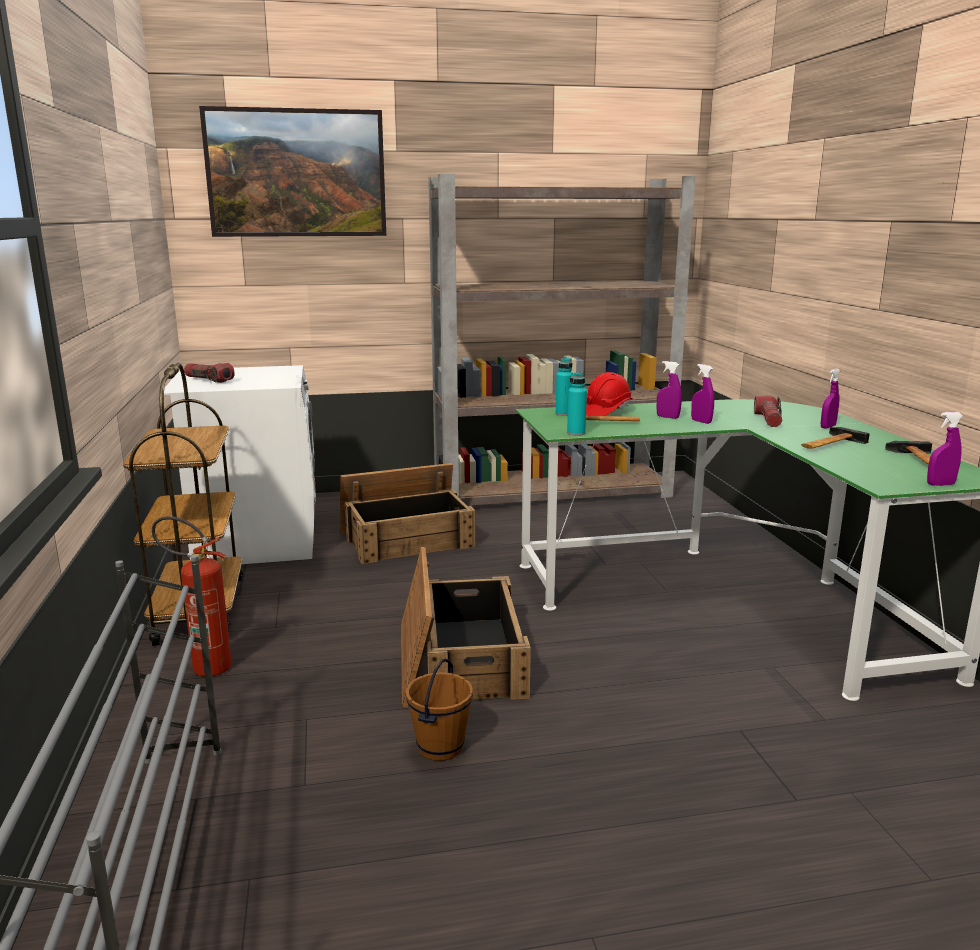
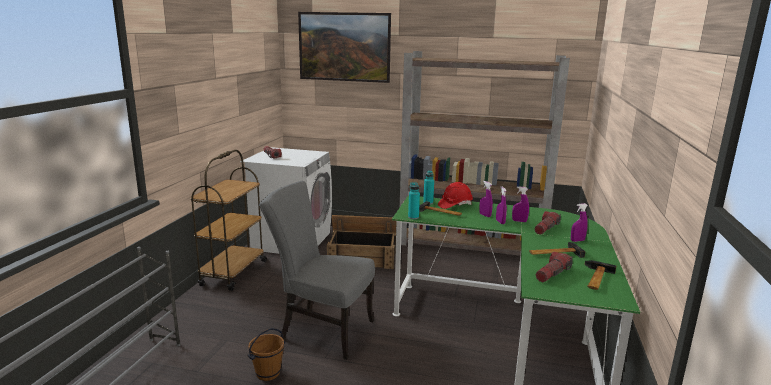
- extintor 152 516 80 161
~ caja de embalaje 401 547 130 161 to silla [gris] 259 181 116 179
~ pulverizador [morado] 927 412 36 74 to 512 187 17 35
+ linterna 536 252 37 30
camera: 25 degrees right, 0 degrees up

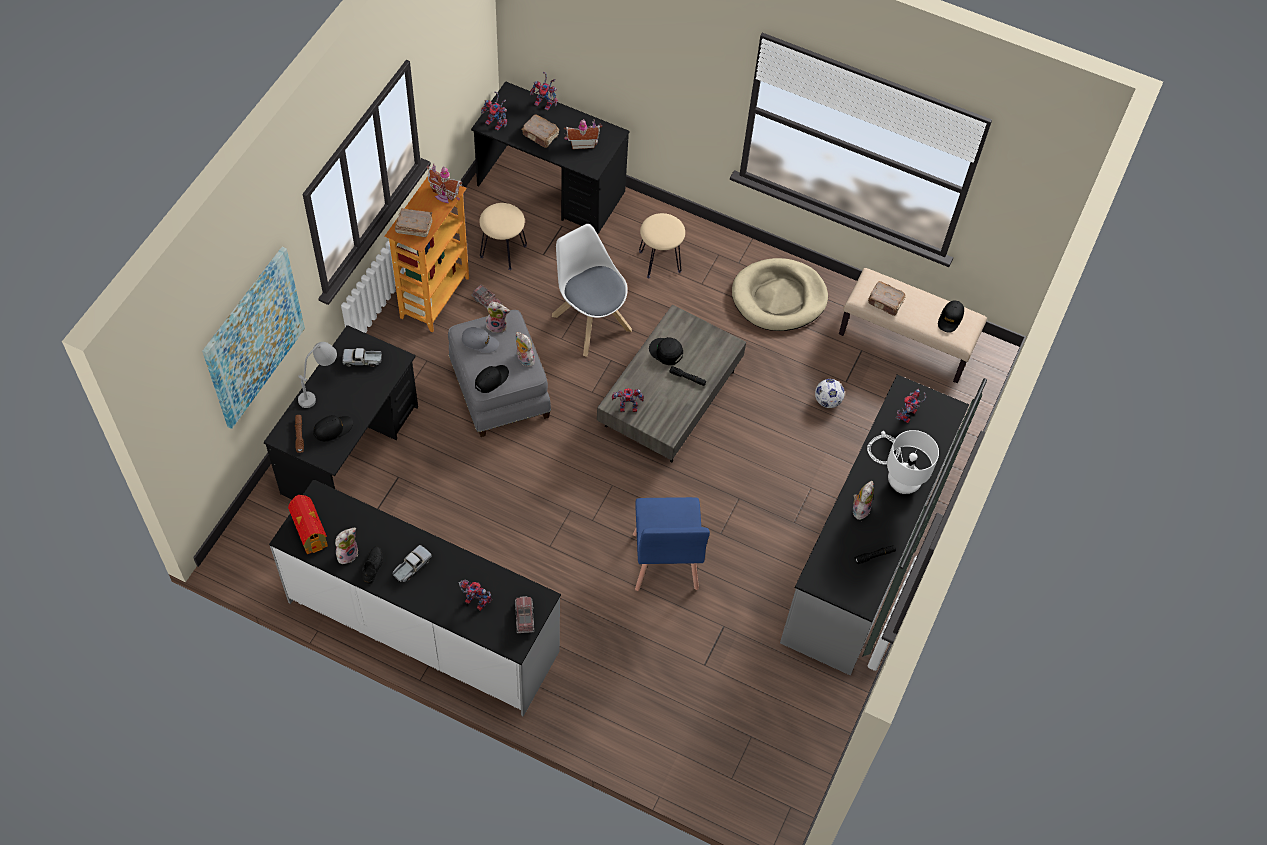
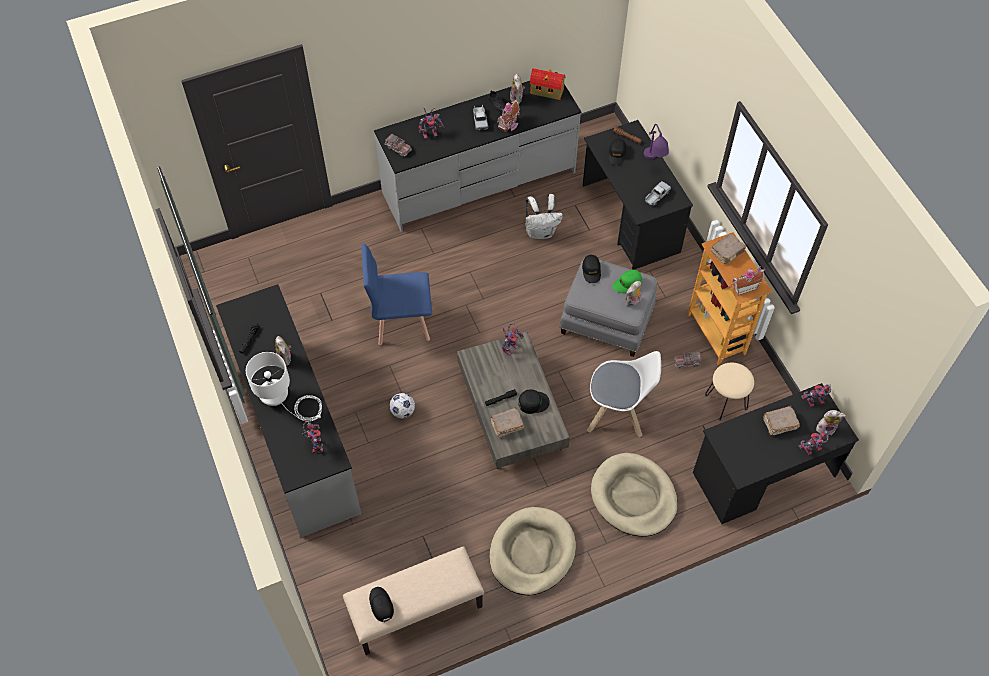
- cuadro 202 247 103 182
~ lámpara de mesa [gris] 298 342 39 66 to lámpara de mesa [morado] 644 124 25 35
~ gorra [gris] 462 327 37 26 to gorra [verde] 612 270 30 23
~ peluche 516 332 20 35 to 816 410 30 26
~ casita 564 119 38 30 to 497 99 23 33
~ silla [azul] 633 497 77 94 = 361 244 71 101 45 degrees counterclockwise
~ taburete [beis] 639 213 46 65 to cama para perro [beis] 591 453 87 84
~ balón de fútbol 815 379 30 29 to 389 393 26 25
~ libro [marrón] 868 281 38 35 to 490 407 34 30
+ mochila [blanco] 526 194 37 46
camera: 135 degrees right, 0 degrees up

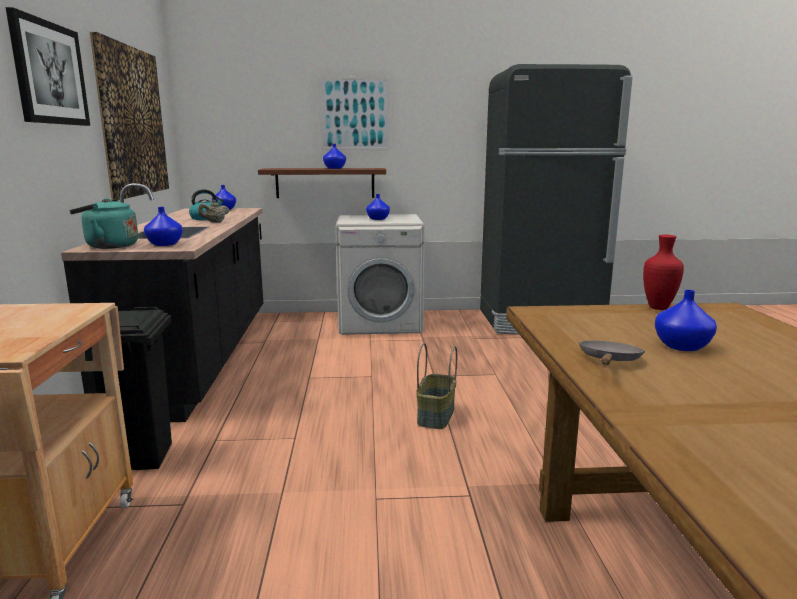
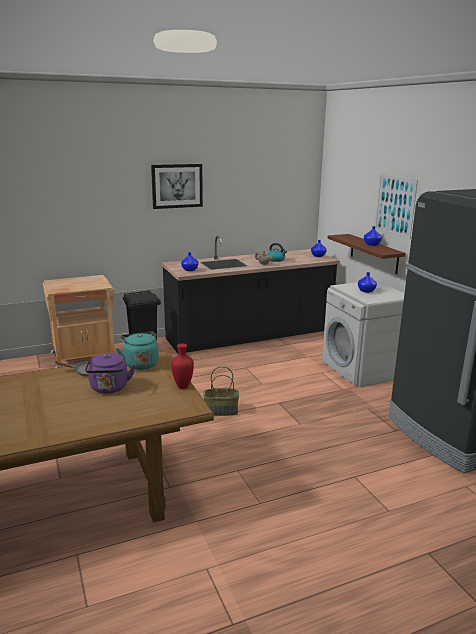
~ hervidor [turquesa] 69 198 69 51 to 116 331 43 39
- cuadro 90 32 79 168
~ florero [azul] 655 290 62 61 to hervidor [morado] 85 353 50 41
camera: 70 degrees right, 5 degrees up

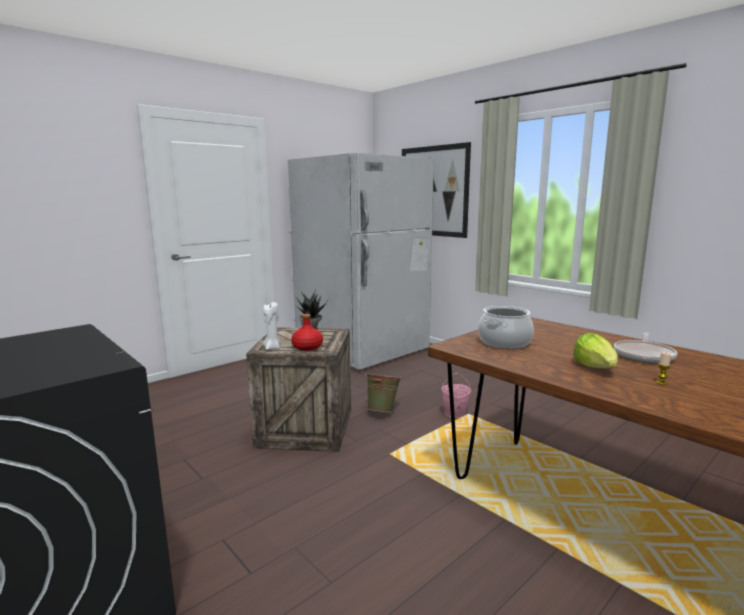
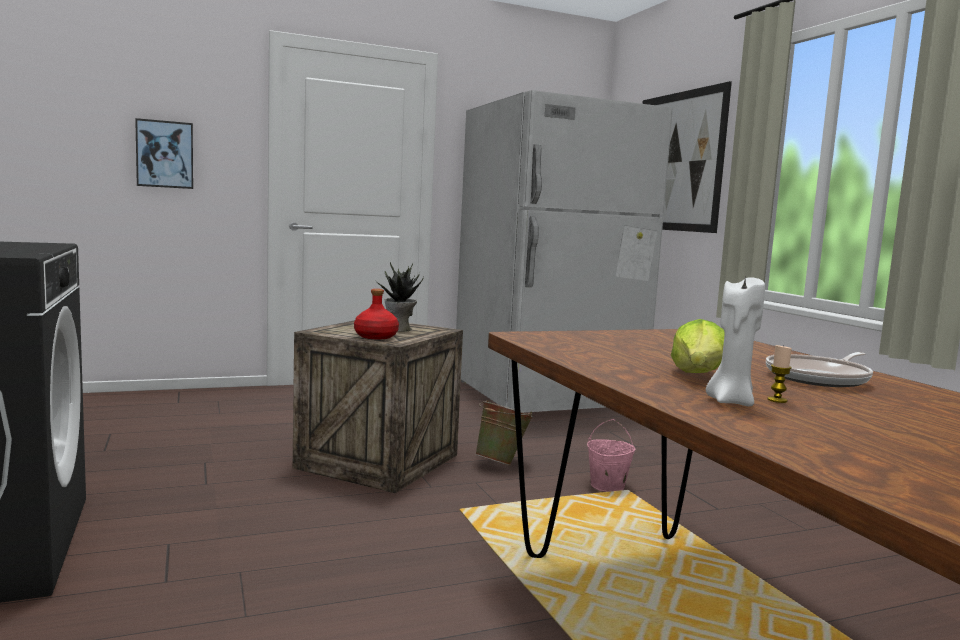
~ vela [blanco] 263 302 18 48 to 706 275 59 131
- olla 478 306 56 43
+ cuadro 135 118 58 71
camera: 20 degrees right, 5 degrees down

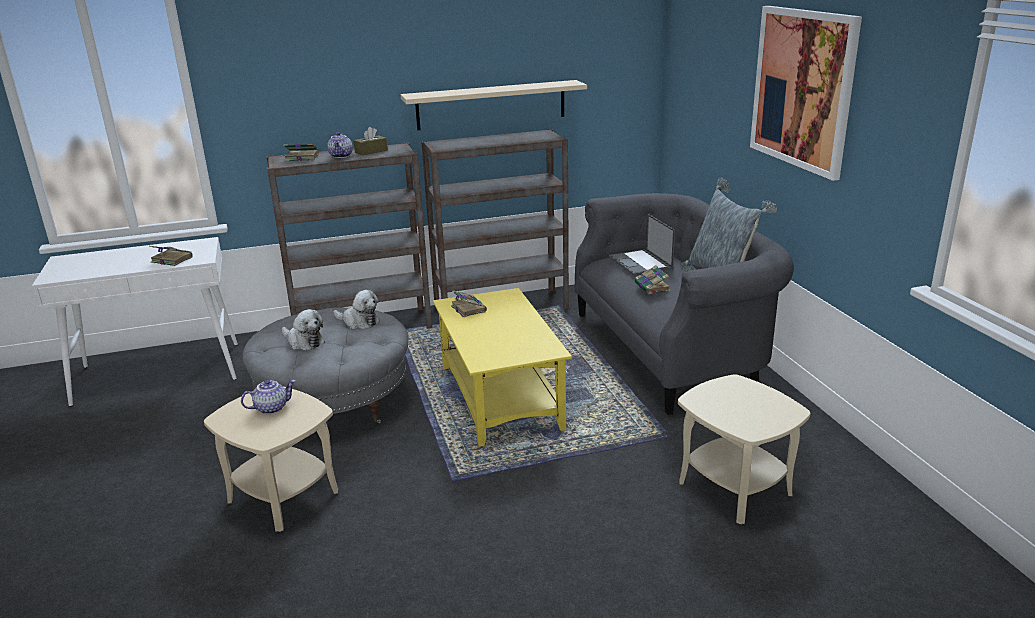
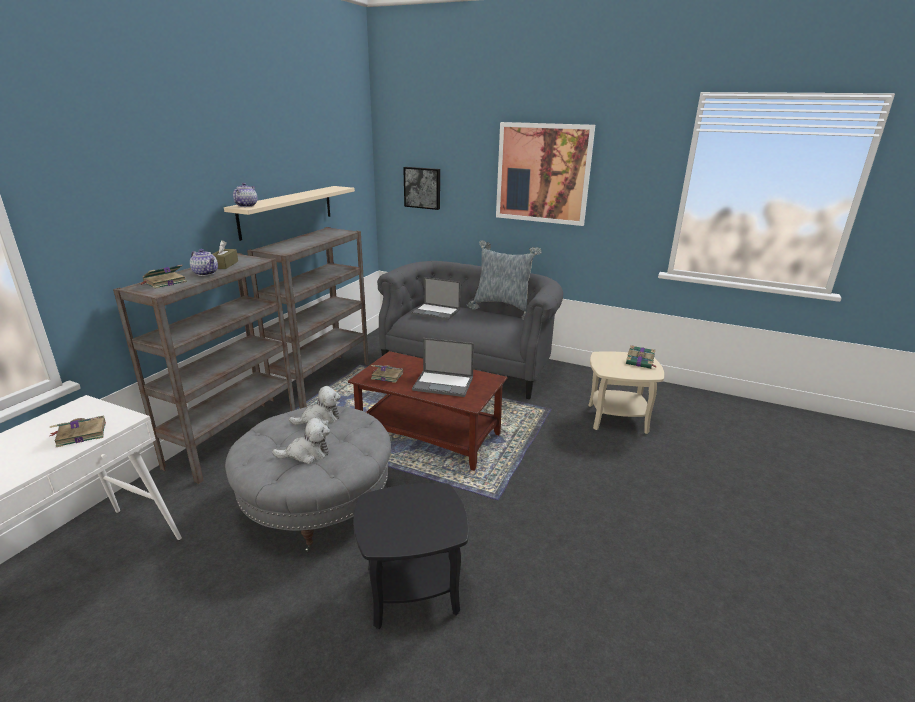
~ mesa auxiliar [beis] 204 387 134 145 to mesa auxiliar [negro] 353 483 116 146
~ tetera 241 380 54 34 to 233 183 25 24
~ mesa de centro [amarillo] 433 288 139 159 to mesa de centro [marrón] 348 351 159 119
~ libro 635 265 35 29 to 626 345 31 24
+ cuadro 403 167 37 43
+ portátil 412 338 62 59
camera: 50 degrees left, 0 degrees up

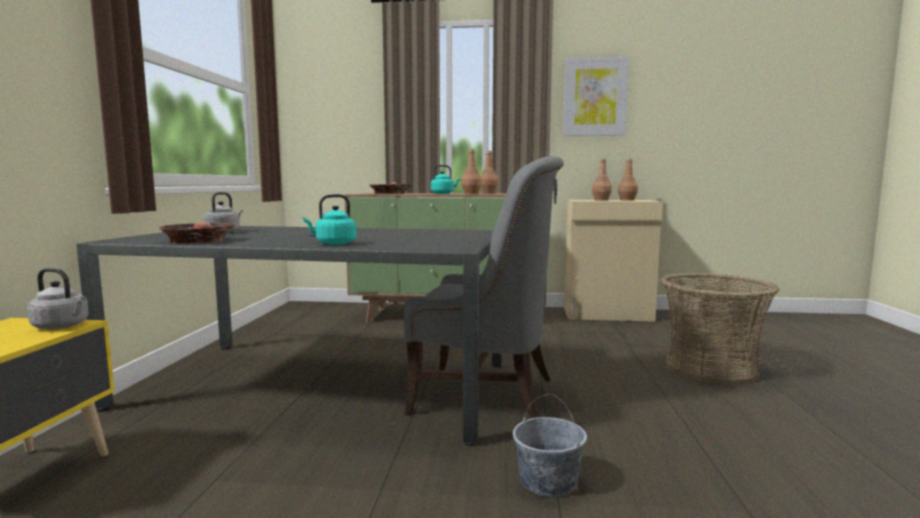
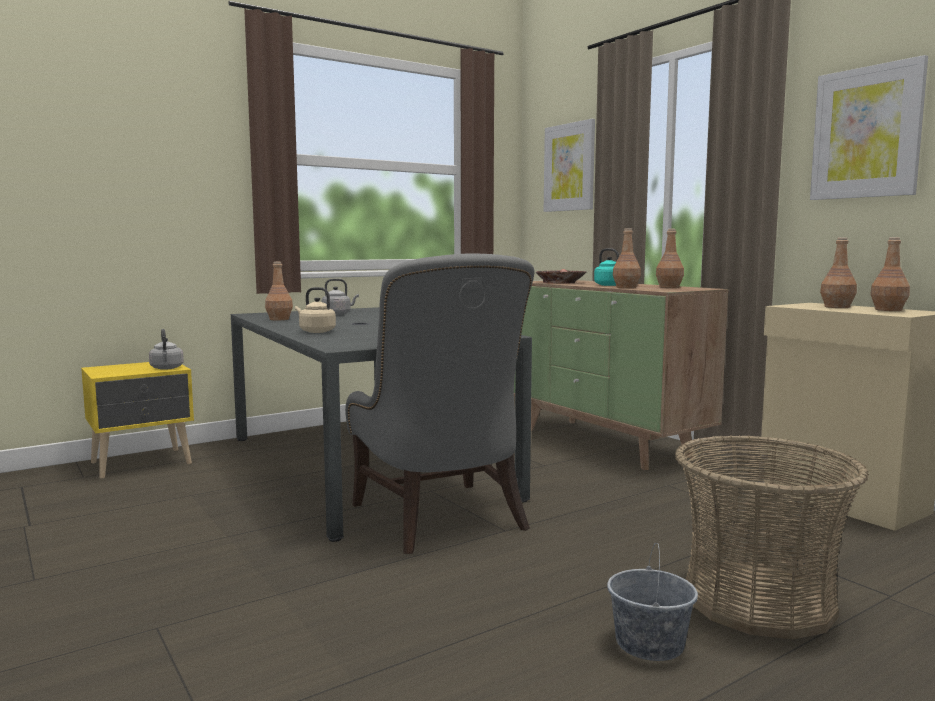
~ cuenco 159 222 76 22 to botella [marrón] 265 262 28 58
~ hervidor [turquesa] 303 194 53 51 to hervidor [beis] 295 287 41 46
~ cubo [gris] 513 394 74 103 to 607 543 91 118
+ cuadro 544 119 51 93
camera: 50 degrees right, 0 degrees up

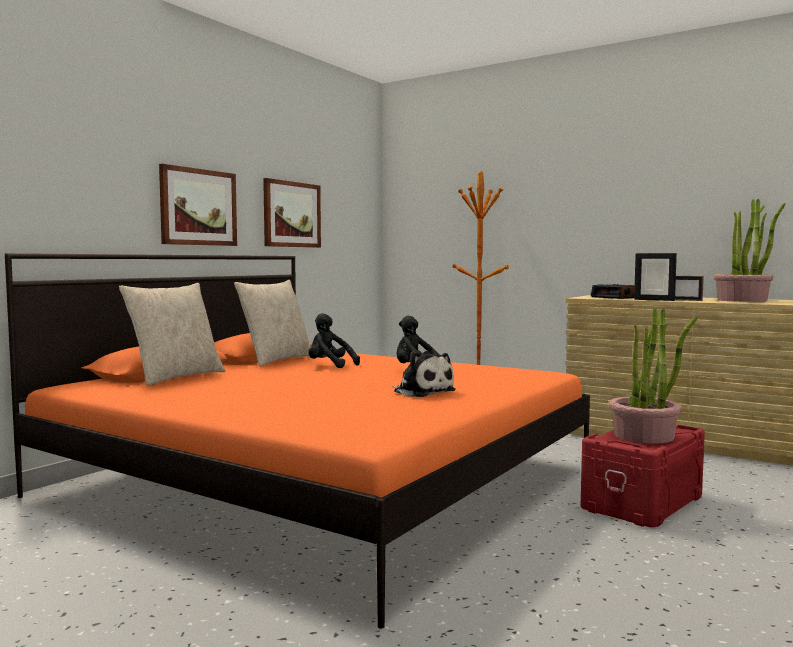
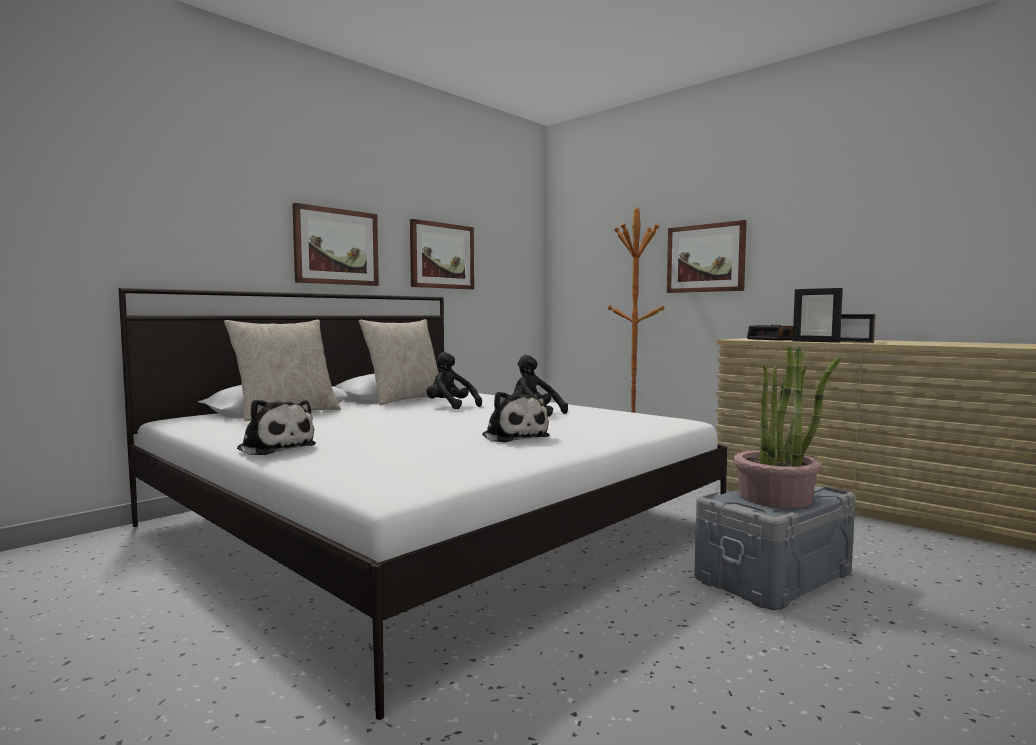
~ cama [naranja] 5 253 585 376 to cama [blanco] 118 288 609 432
~ caja de almacenaje [rojo] 581 425 124 102 to caja de almacenaje [gris] 694 485 161 125
- planta en maceta 714 199 72 103
+ peluche 237 399 79 56
+ cuadro 667 220 80 73
camera: 10 degrees right, 0 degrees up

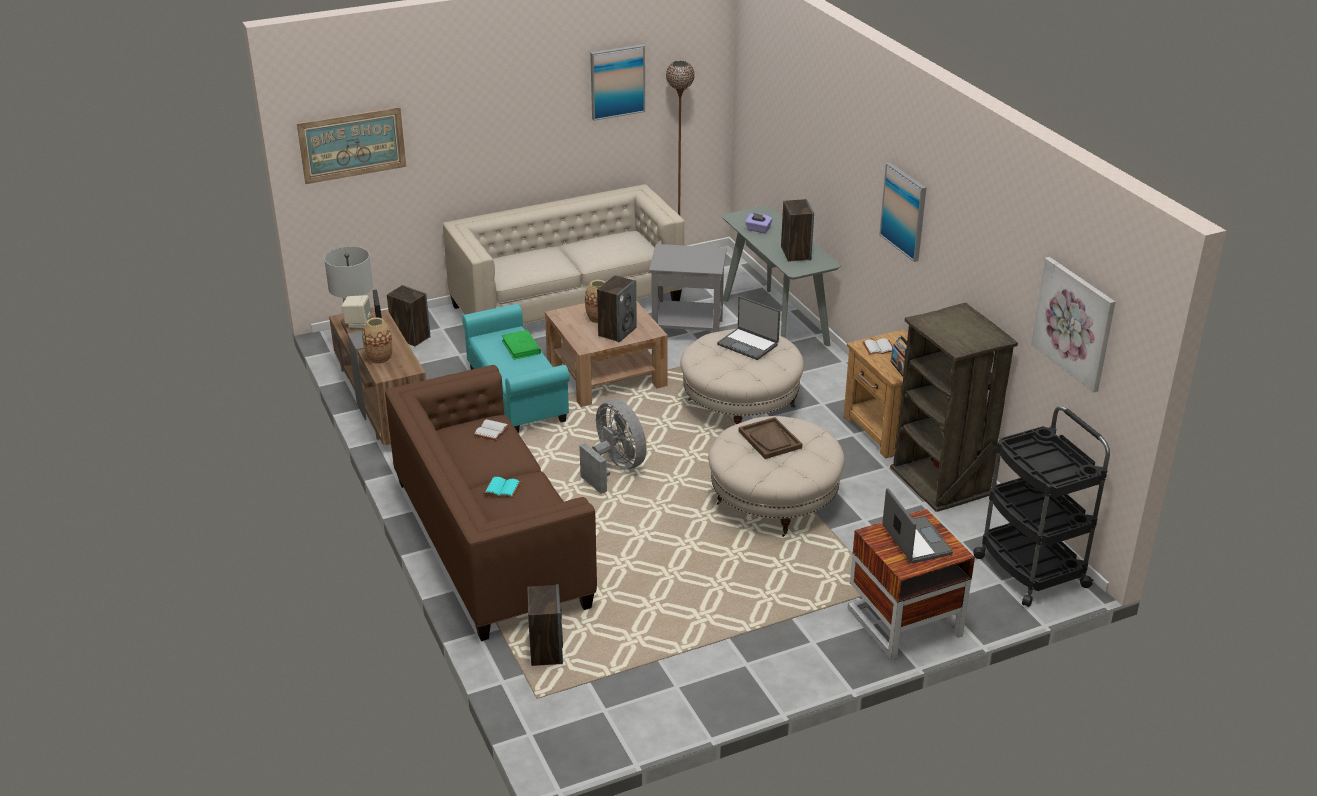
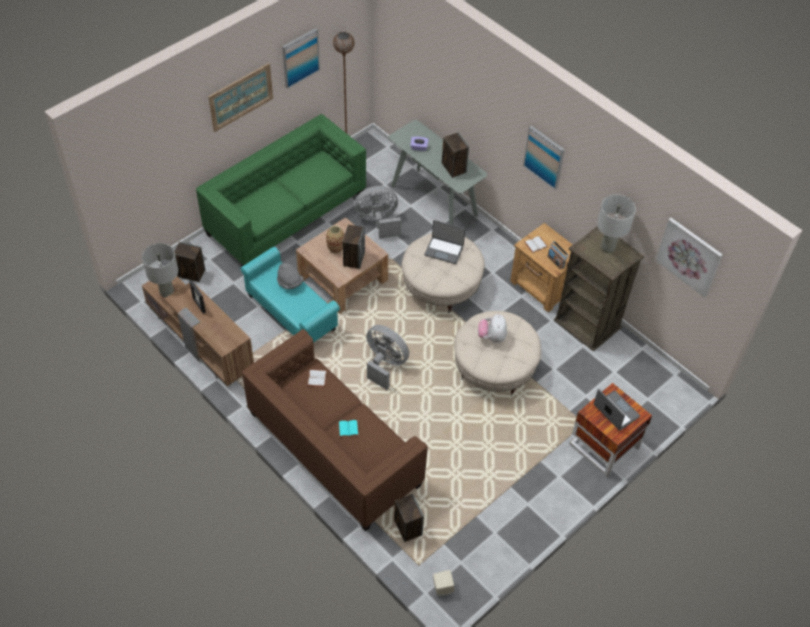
~ cuadro 297 107 109 77 to 208 63 65 69
~ altavoz [beis] 341 295 31 34 to 433 570 22 26
- florero 362 317 30 47
~ sofá [beis] 443 184 242 140 to sofá [verde] 196 114 170 152
~ libro [verde] 502 330 39 30 to sombrero [gris] 277 263 27 26
~ mesa auxiliar [gris] 649 244 78 89 to ventilador [gris] 354 186 47 53
~ bandeja [marrón] 739 417 63 42 to peluche 478 314 29 29
- carrito [negro] 973 406 137 201
+ lámpara de mesa [gris] 597 194 39 59
camera: 20 degrees left, 20 degrees up

